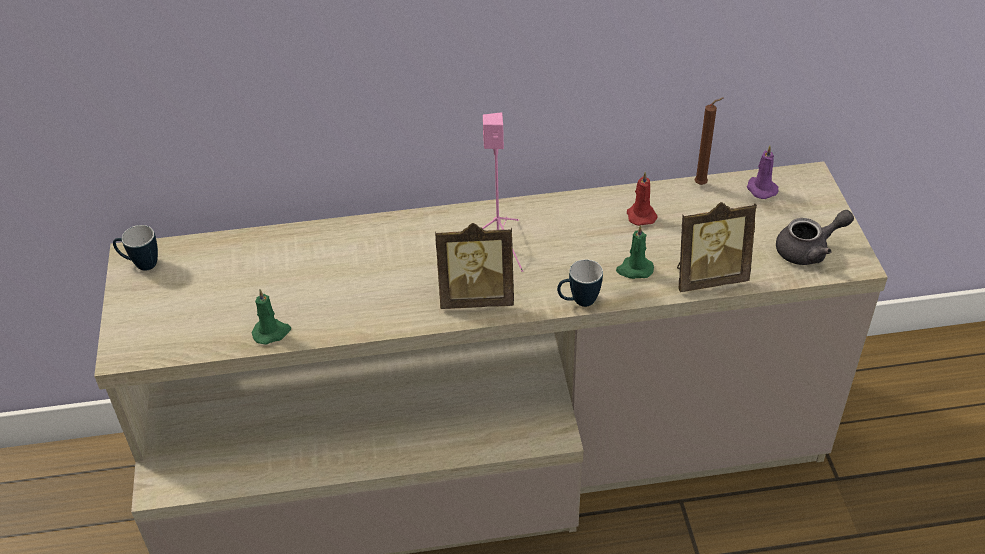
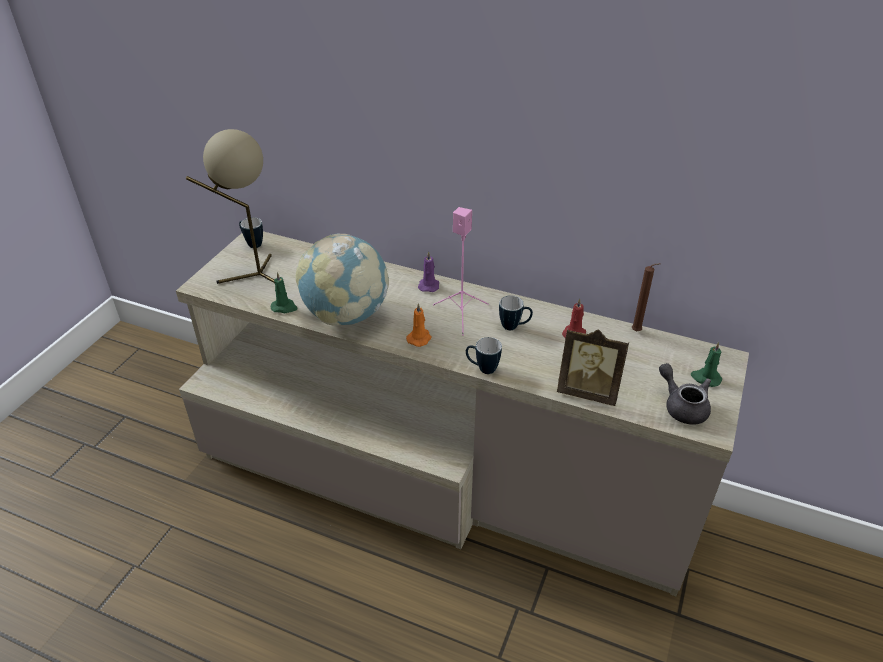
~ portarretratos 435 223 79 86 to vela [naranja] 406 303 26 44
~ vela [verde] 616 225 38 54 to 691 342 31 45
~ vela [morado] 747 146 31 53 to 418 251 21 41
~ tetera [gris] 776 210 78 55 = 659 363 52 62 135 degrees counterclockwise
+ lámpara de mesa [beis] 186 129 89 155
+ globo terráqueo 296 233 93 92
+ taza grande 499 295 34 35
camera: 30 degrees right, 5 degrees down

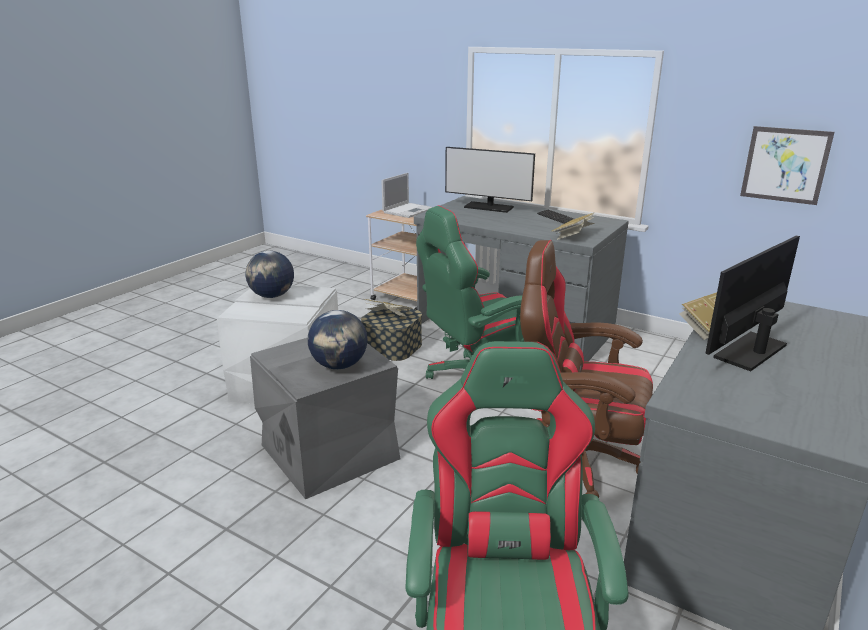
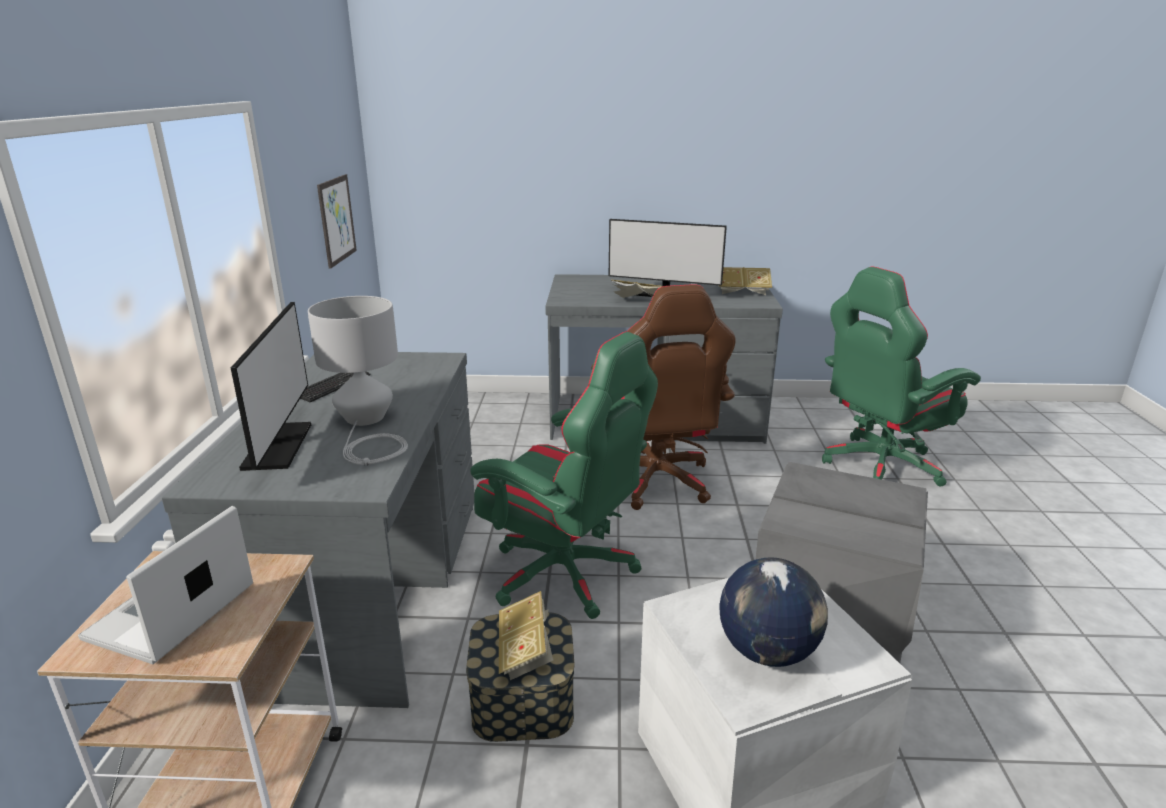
- globo terráqueo 308 310 60 59
~ portátil 381 173 51 45 = 78 506 175 158 75 degrees counterclockwise
~ libro 552 213 43 27 to 719 267 53 28
+ lámpara de mesa [blanco] 308 296 100 170
camera: 120 degrees left, 0 degrees up

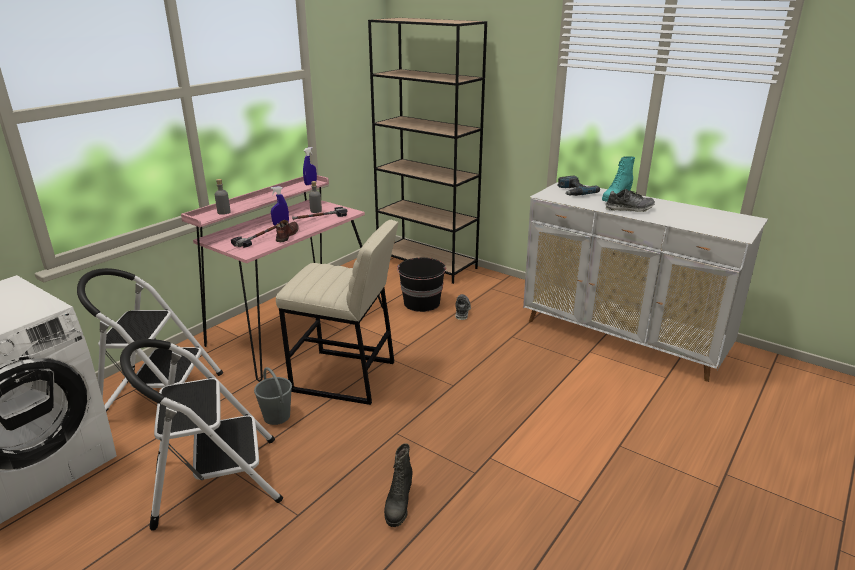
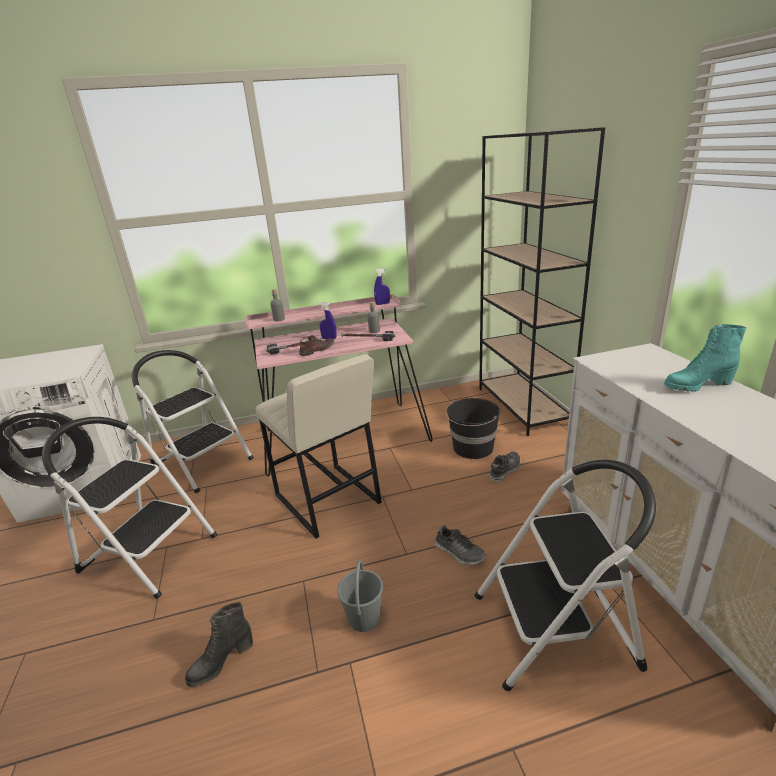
~ cubo [gris] 254 367 38 58 to 337 559 46 73
- taladro 557 176 43 20
~ zapato 605 189 50 23 to 434 526 52 40
+ escalera de tijera 475 460 181 231
camera: 40 degrees right, 0 degrees up

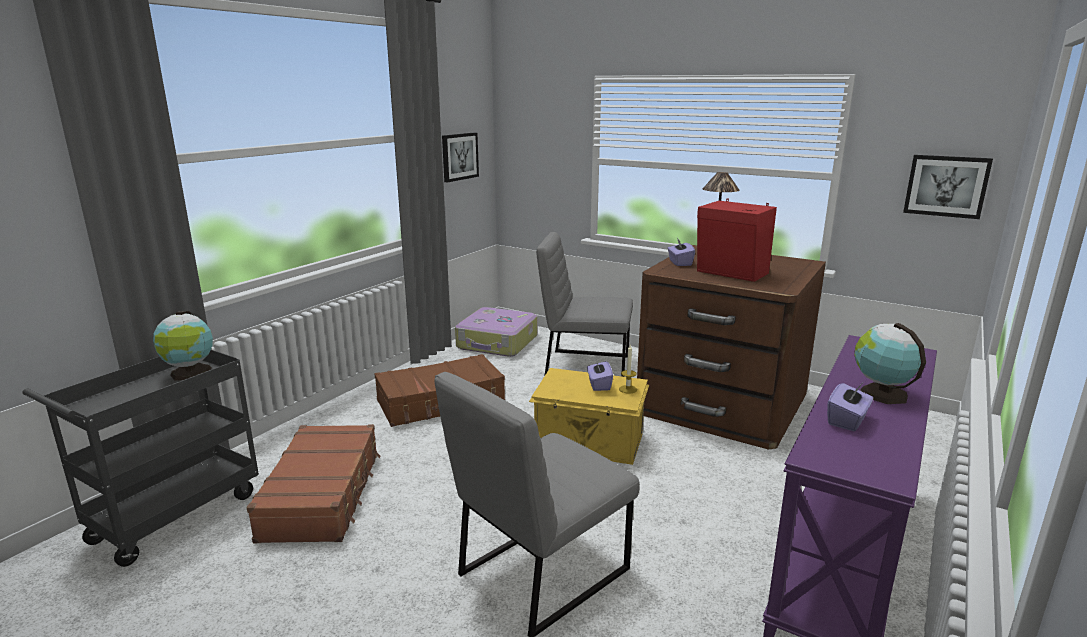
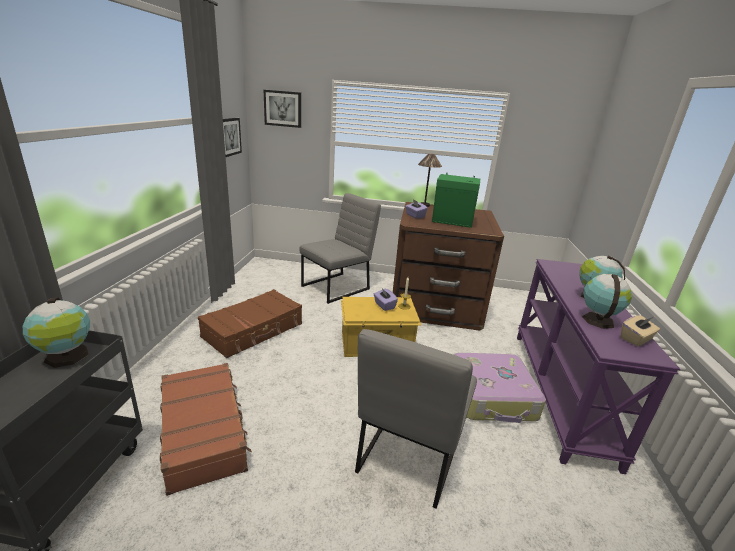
~ maleta 455 307 83 50 to 454 353 92 70
~ silla [gris] 536 232 97 145 = 299 193 82 111 150 degrees clockwise
~ altavoz [rojo] 697 199 80 83 to altavoz [verde] 432 173 48 55
~ caja de pañuelos [morado] 827 383 46 48 to globo terráqueo 582 274 50 55
~ cuadro 903 155 90 64 to 264 90 37 38
+ caja de pañuelos [beis] 621 315 39 31
camera: 25 degrees left, 5 degrees up

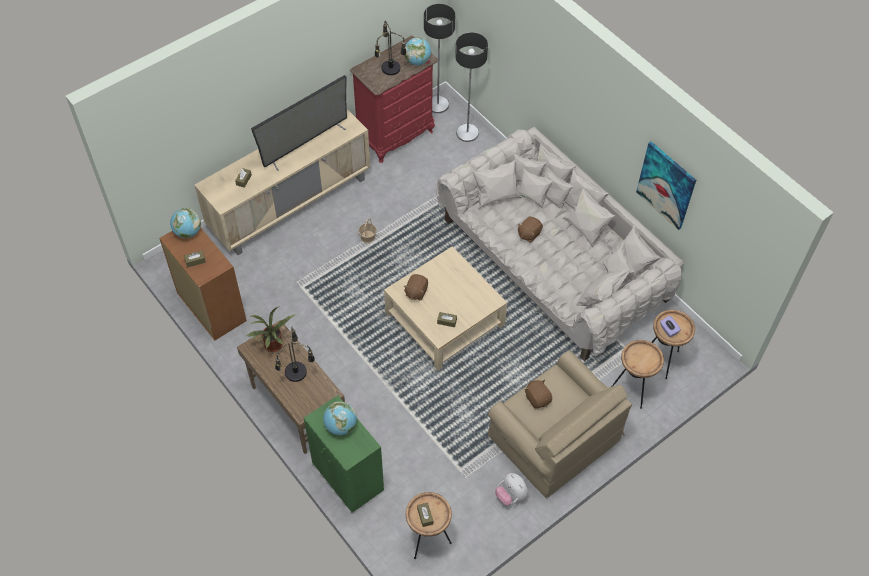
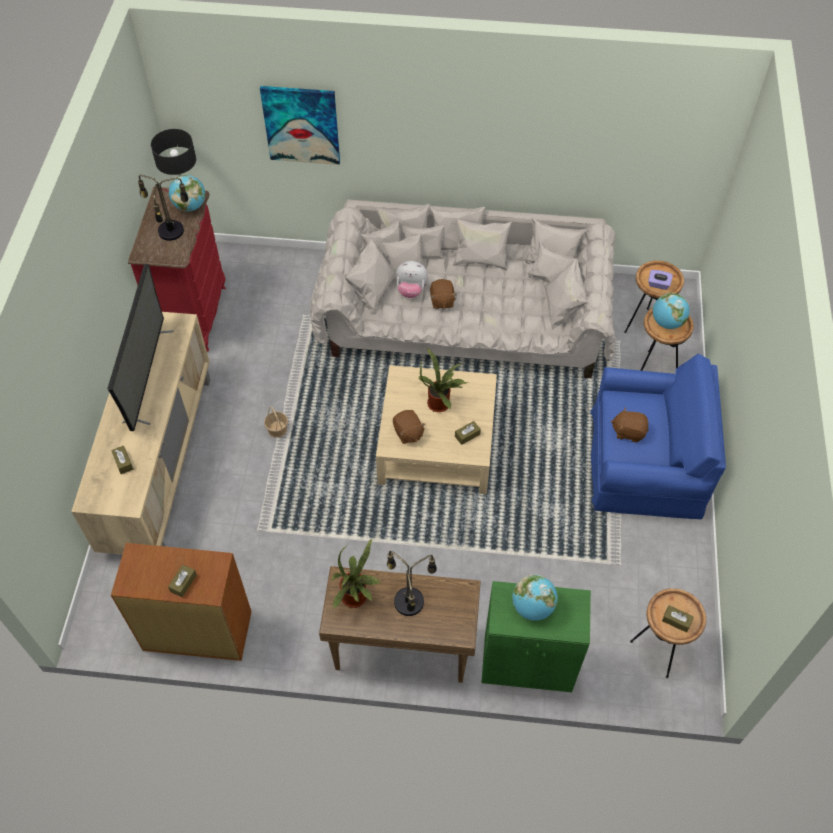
~ globo terráqueo 170 208 31 30 to 653 293 37 36
- lámpara de pie 455 33 33 109
~ sillón [beis] 488 350 144 149 to sillón [azul] 590 354 136 165
~ peluche 495 473 33 33 to 396 261 32 37
~ cuadro 636 141 60 89 to 260 86 80 79
+ planta en maceta 418 347 50 65
camera: 45 degrees left, 0 degrees up

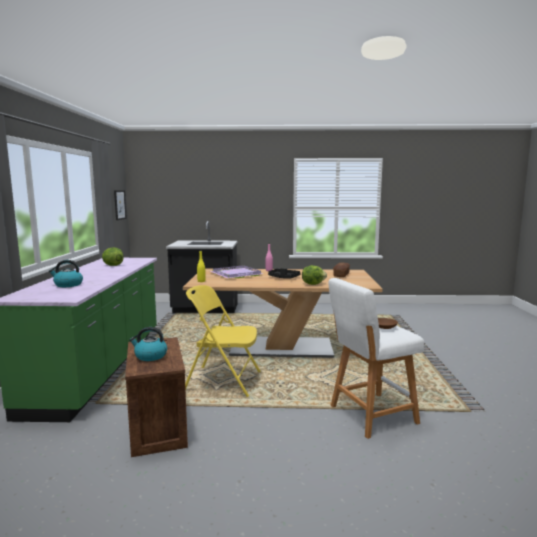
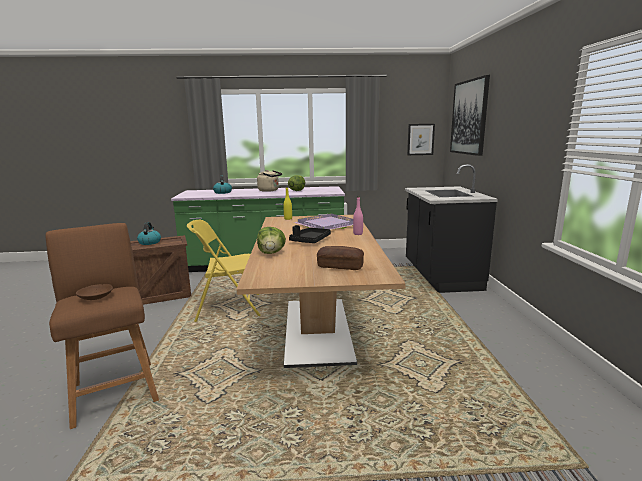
~ silla [amarillo] 185 285 76 112 = 187 220 74 102 105 degrees counterclockwise
~ taburete [blanco] 328 278 96 161 to taburete [marrón] 45 223 114 206
+ hervidor [beis] 257 170 25 22
+ cuadro 450 75 40 81
camera: 85 degrees right, 5 degrees up

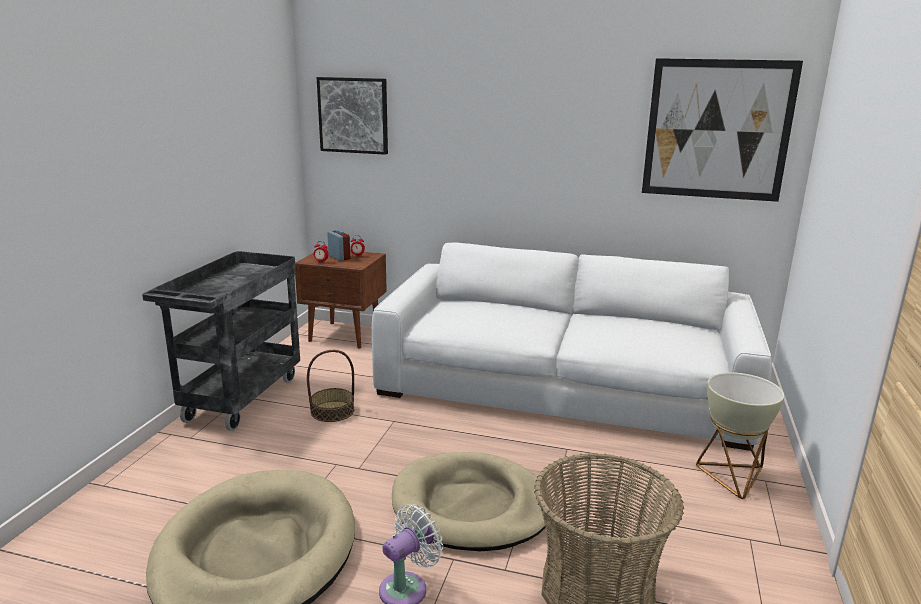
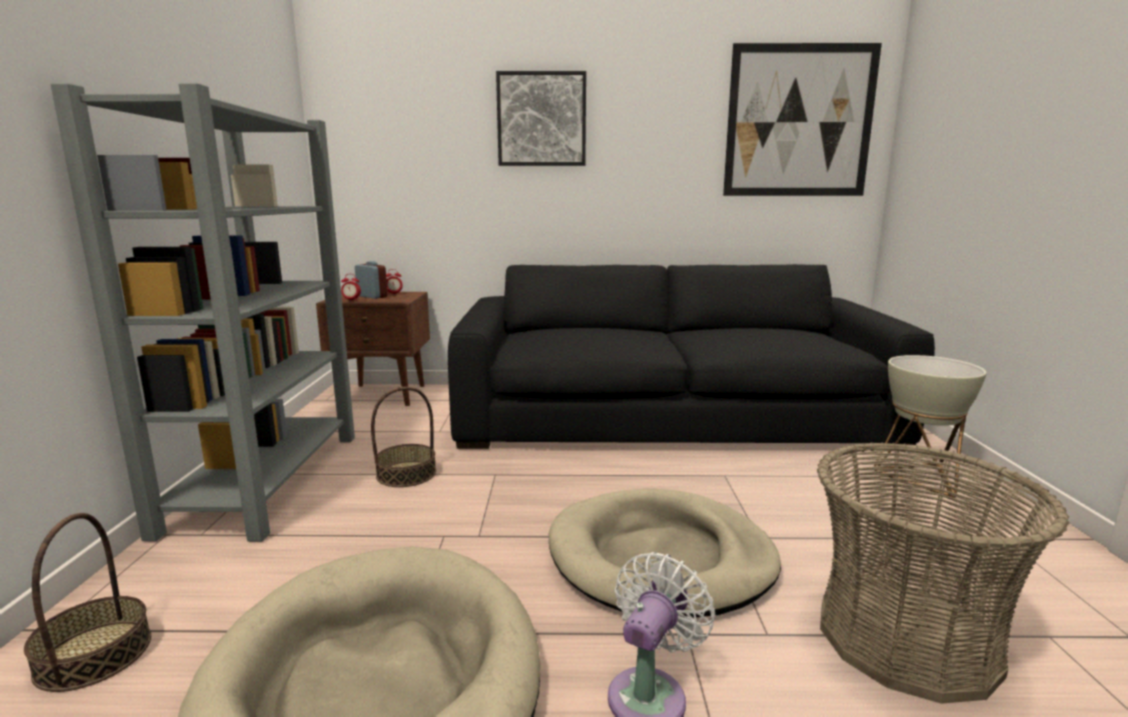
~ carrito [negro] 142 251 158 180 to estantería [gris] 51 83 304 459
~ cuadro 317 77 71 78 to 496 71 90 95
~ sofá [blanco] 372 243 400 208 to sofá [negro] 448 264 487 185
+ cesta 24 513 127 179
camera: 15 degrees left, 5 degrees down

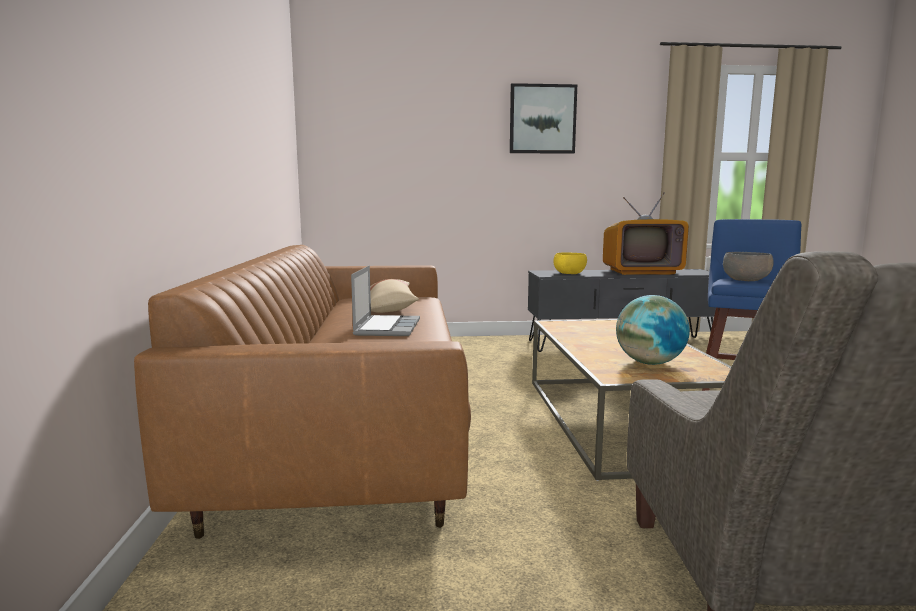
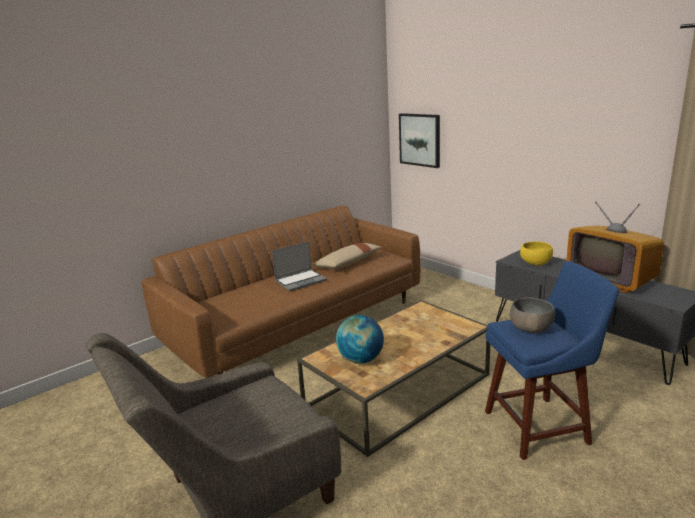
~ cuadro 510 83 67 71 to 399 113 41 55
camera: 55 degrees right, 10 degrees up

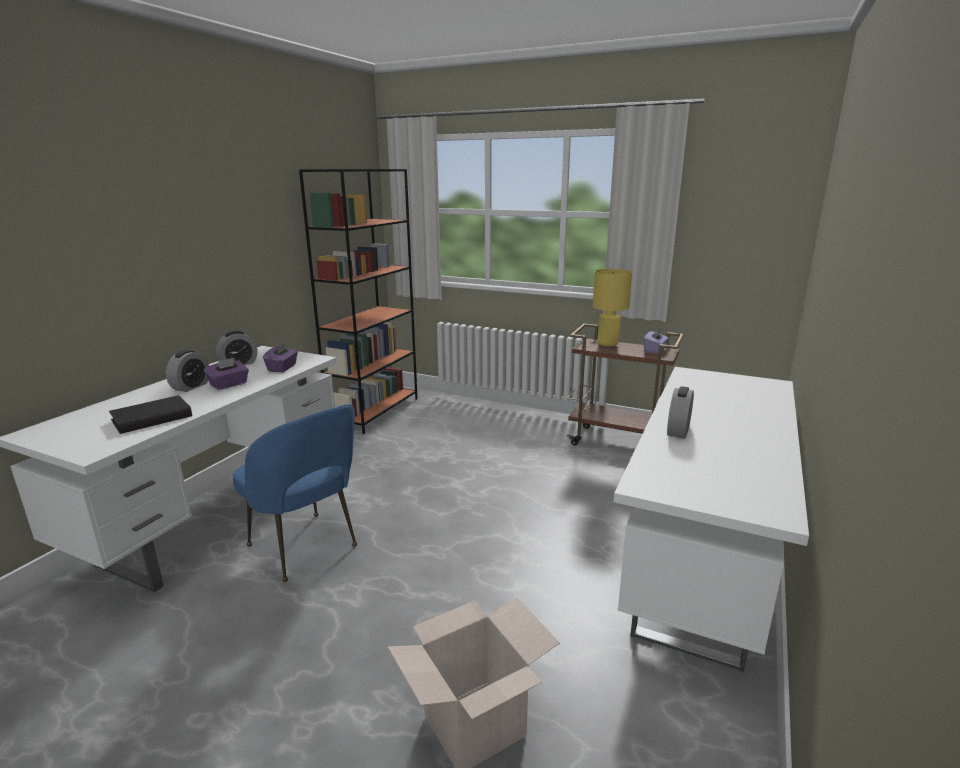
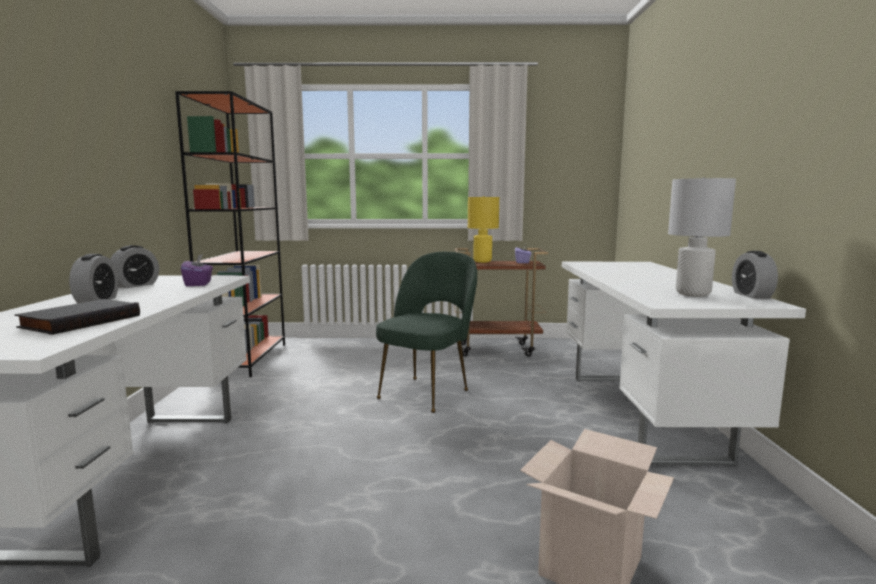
- caja de pañuelos [morado] 204 358 45 32
- silla [azul] 233 404 124 178
~ despertador 667 386 27 53 to 732 251 46 48
+ silla [verde] 376 252 101 161
+ lámpara de mesa [gris] 668 177 68 120
camera: 25 degrees left, 10 degrees down

